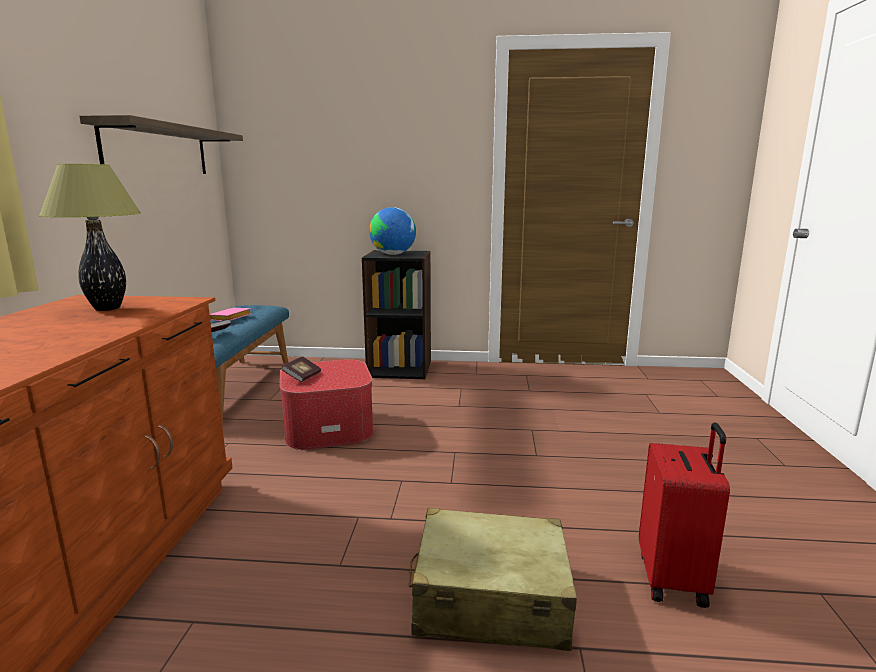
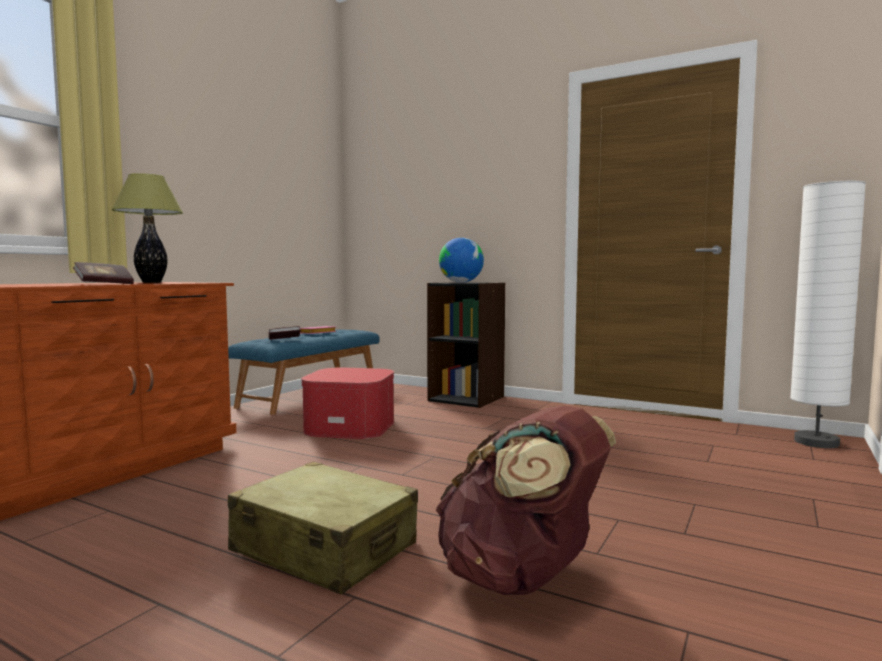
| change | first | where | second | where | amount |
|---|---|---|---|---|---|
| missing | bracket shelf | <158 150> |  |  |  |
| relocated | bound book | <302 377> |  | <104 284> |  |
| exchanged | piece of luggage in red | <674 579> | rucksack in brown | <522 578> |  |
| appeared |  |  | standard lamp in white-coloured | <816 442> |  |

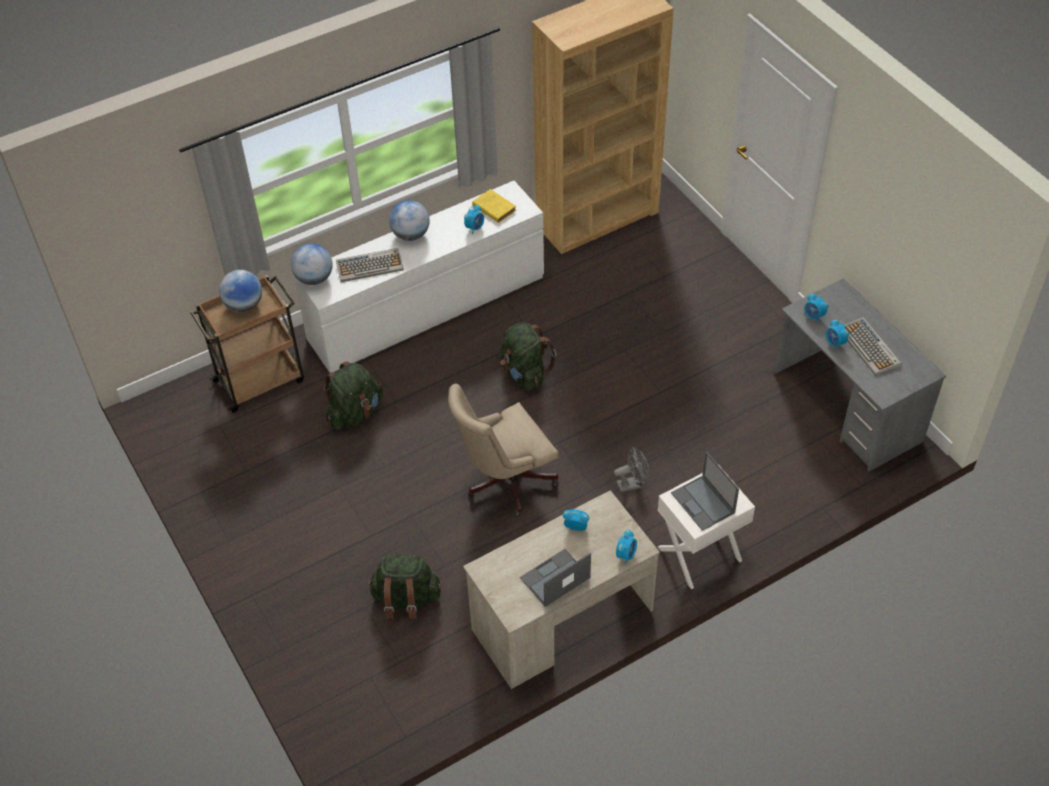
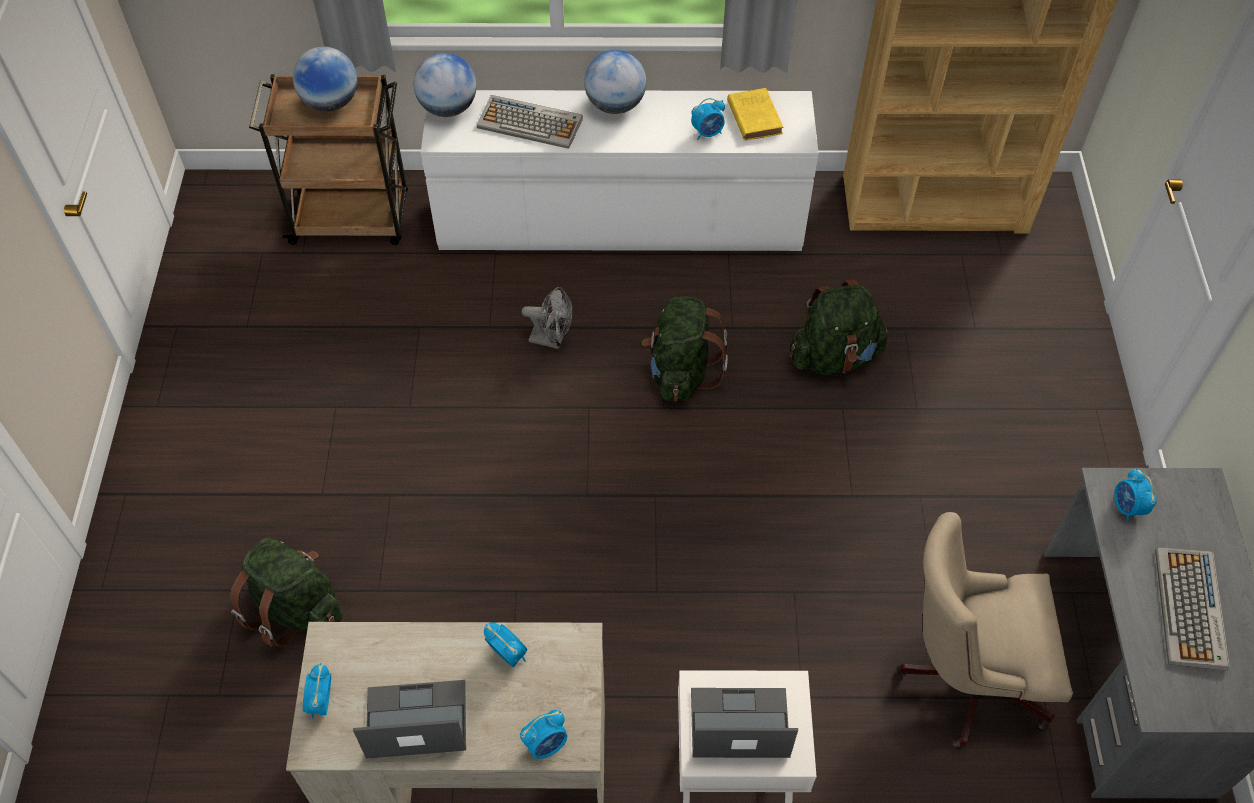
| change | first | where | second | where | amount |
|---|---|---|---|---|---|
| relocated | bedside clock | <835 343> |  | <321 702> |  |
| relocated | rucksack in greenish | <355 413> |  | <834 356> |  |
| relocated | computer chair in beige-coloured | <504 481> |  | <964 677> |  |
| relocated | fan in greyish | <632 484> |  | <552 339> |  |
| spun | notebook computer | <703 503> |  | <738 724> | 90 degrees clockwise |

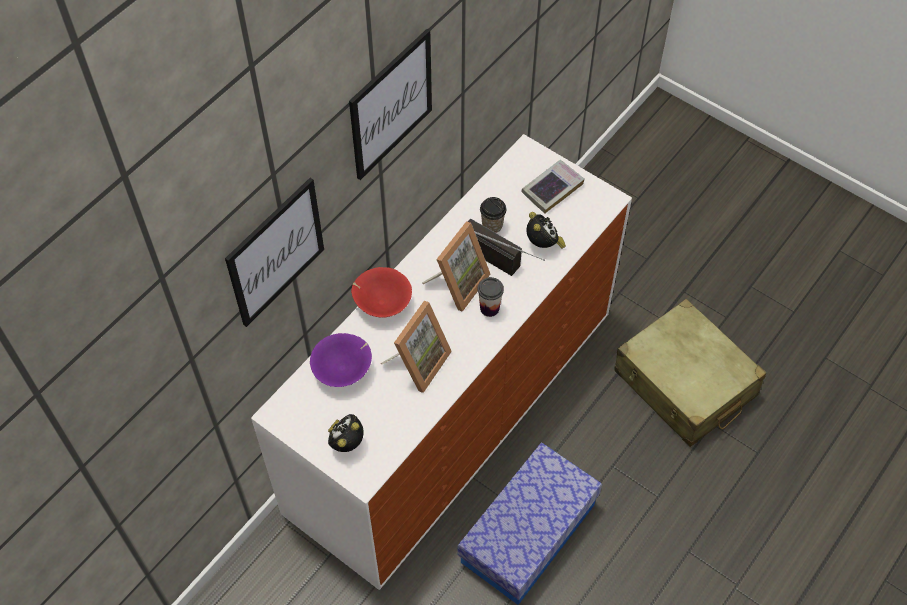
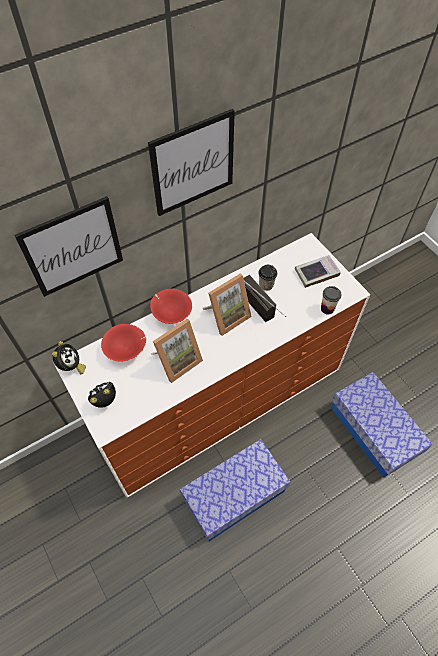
| change | first | where | second | where | amount |
|---|---|---|---|---|---|
| relocated | bedside clock | <543 244> |  | <71 366> |  |
| relocated | small cup | <489 308> |  | <327 308> |  |
| exchanged | piece of luggage in beige-coloured | <684 384> | storage container | <374 430> |  |
| colour | deep dish in purple | <343 370> | deep dish in red | <126 350> |  |

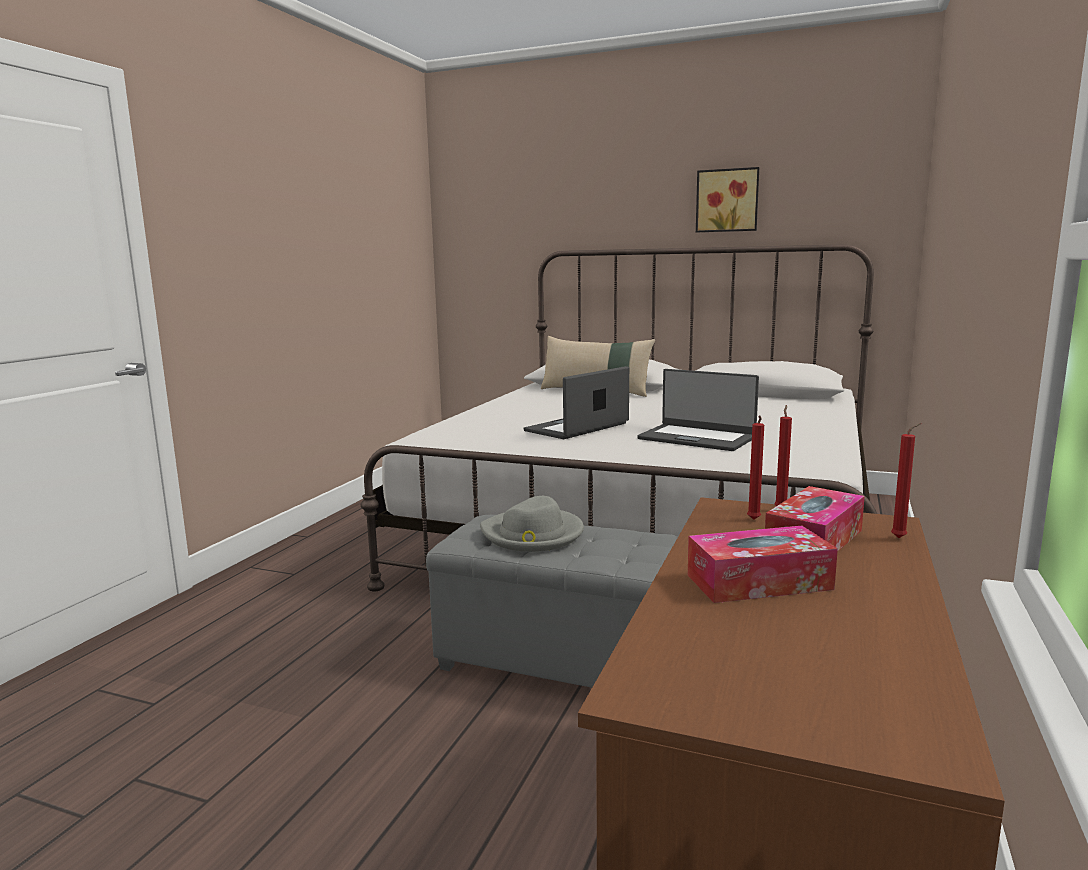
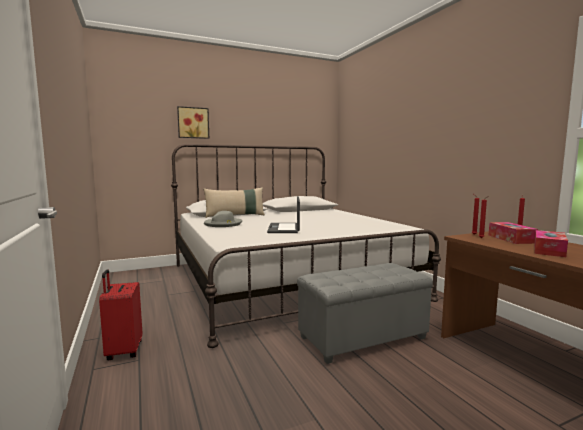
| change | first | where | second | where | amount |
|---|---|---|---|---|---|
| relocated | picture | <727 200> |  | <193 123> |  |
| missing | notebook computer | <697 438> |  |  |  |
| relocated | hat in greyish | <532 535> |  | <223 224> |  |
| appeared |  |  | piece of luggage in red | <123 351> |  |

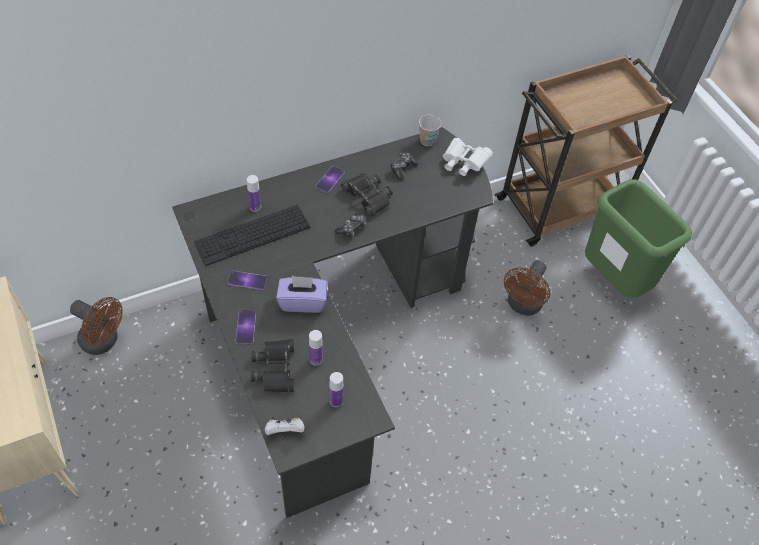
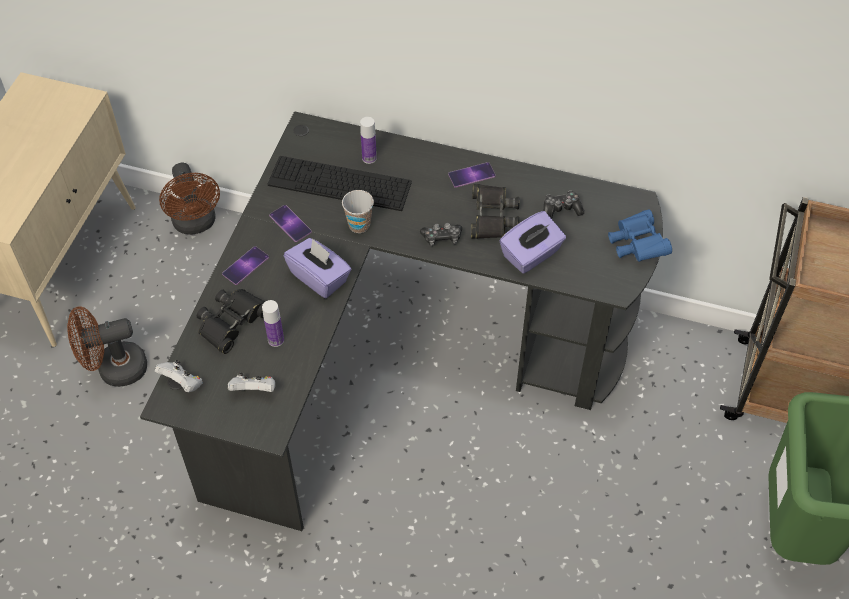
| change | first | where | second | where | amount |
|---|---|---|---|---|---|
| relocated | small cup | <427 141> |  | <359 225> |  |
| colour | field glasses in white-coloured | <463 163> | field glasses in bluish | <636 245> |  |
| relocated | fan in brown | <522 306> |  | <114 369> |  |
| exchanged | drink bottle | <336 401> | gamepad in white-coloured | <254 390> |  |
| appeared |  |  | tissue holder in purple | <531 255> |  |

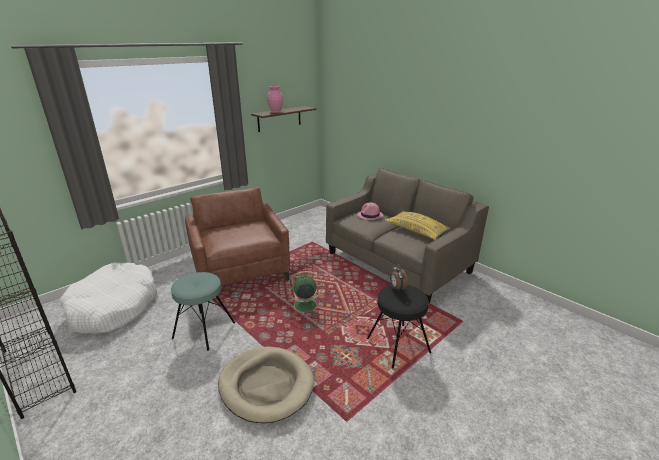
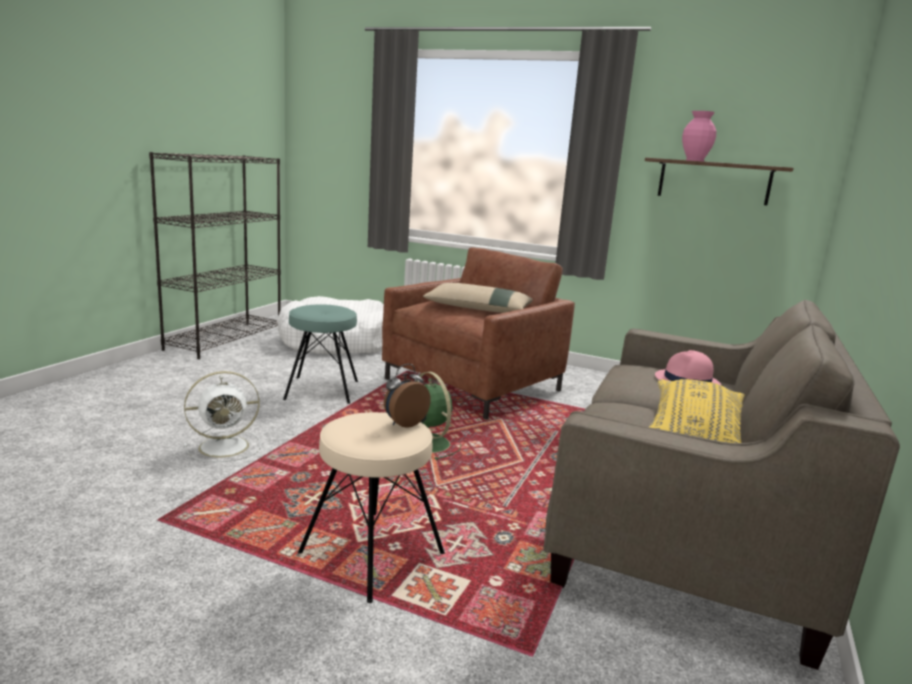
| change | first | where | second | where | amount |
|---|---|---|---|---|---|
| colour | sitting stool in blackish | <398 345> | sitting stool in beige-coloured | <371 553> |  |
| exchanged | dog cushion in beige-coloured | <266 385> | fan in white-coloured | <226 446> |  |
| appeared |  |  | pillow in beige-coloured | <478 309> |  |

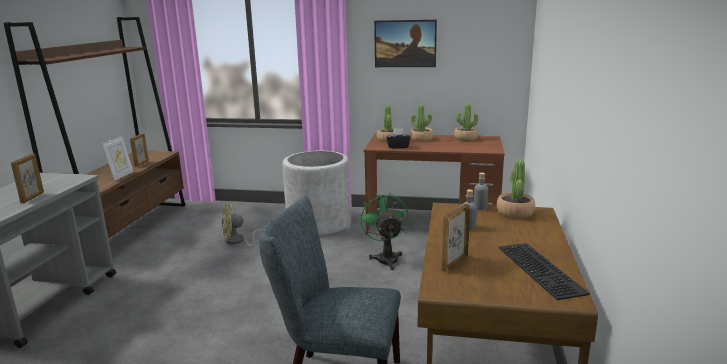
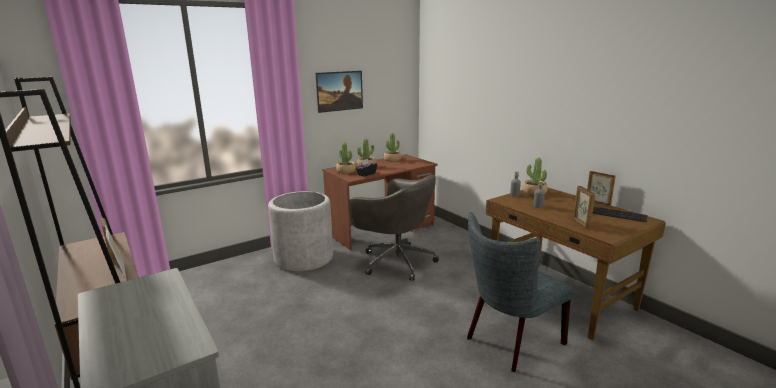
| change | first | where | second | where | amount |
|---|---|---|---|---|---|
| relocated | standing frame | <33 197> |  | <598 204> |  |
| exchanged | fan in greenish | <386 258> | computer chair in greyish | <396 261> |  |
| missing | fan in yellowish | <237 242> |  |  |  |

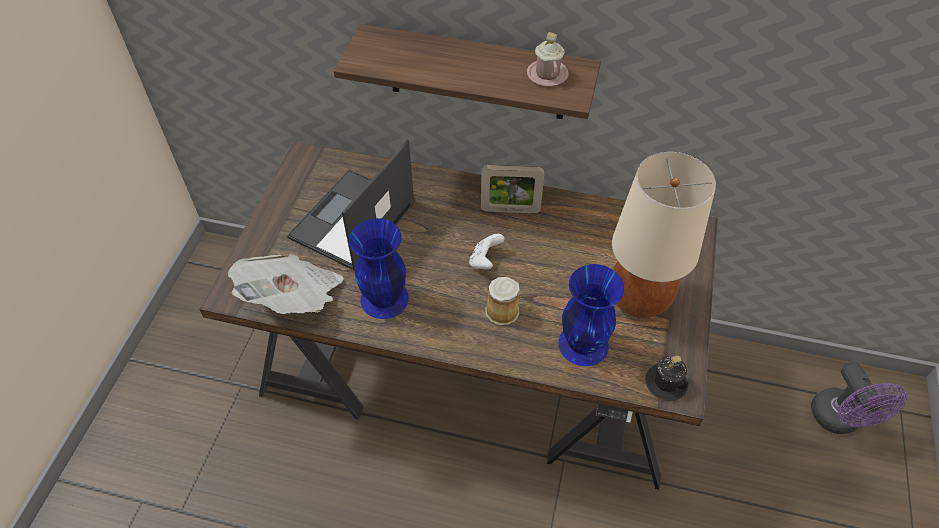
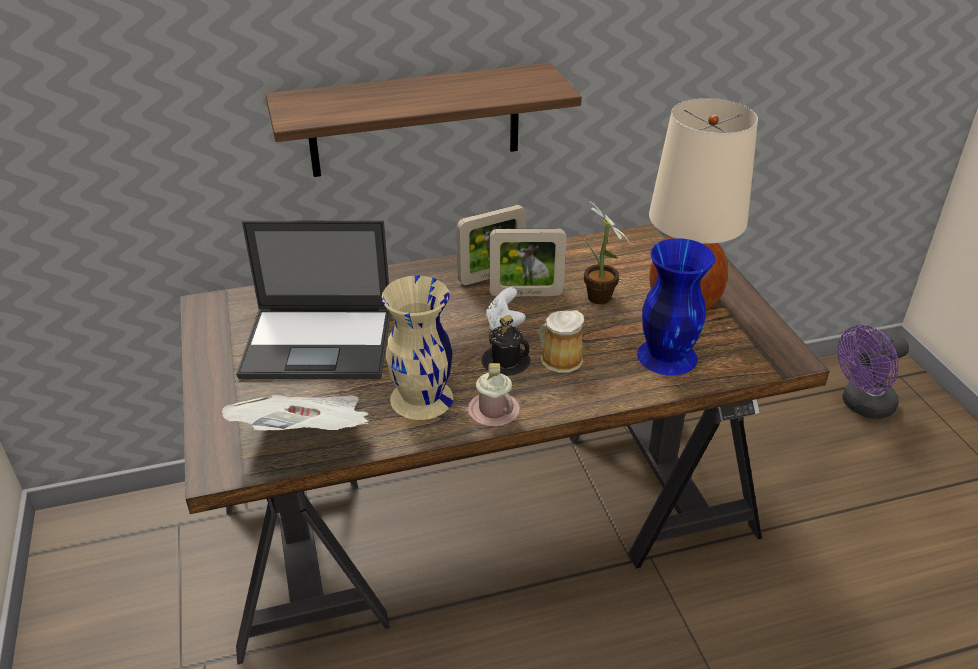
| change | first | where | second | where | amount |
|---|---|---|---|---|---|
| relocated | coffee mug in pink-coloured | <547 74> |  | <493 411> |  |
| spun | notebook computer | <352 221> |  | <320 343> | 90 degrees counterclockwise |
| colour | decorative vase in bluish | <383 299> | decorative vase in beige-coloured | <421 399> |  |
| relocated | coffee mug in blackish | <666 383> |  | <505 362> |  |
| spun | fan in purple | <839 421> |  | <862 405> | 105 degrees clockwise |
| appeared |  |  | potted plant | <599 300> |  |
| appeared |  |  | standing frame | <526 294> |  |

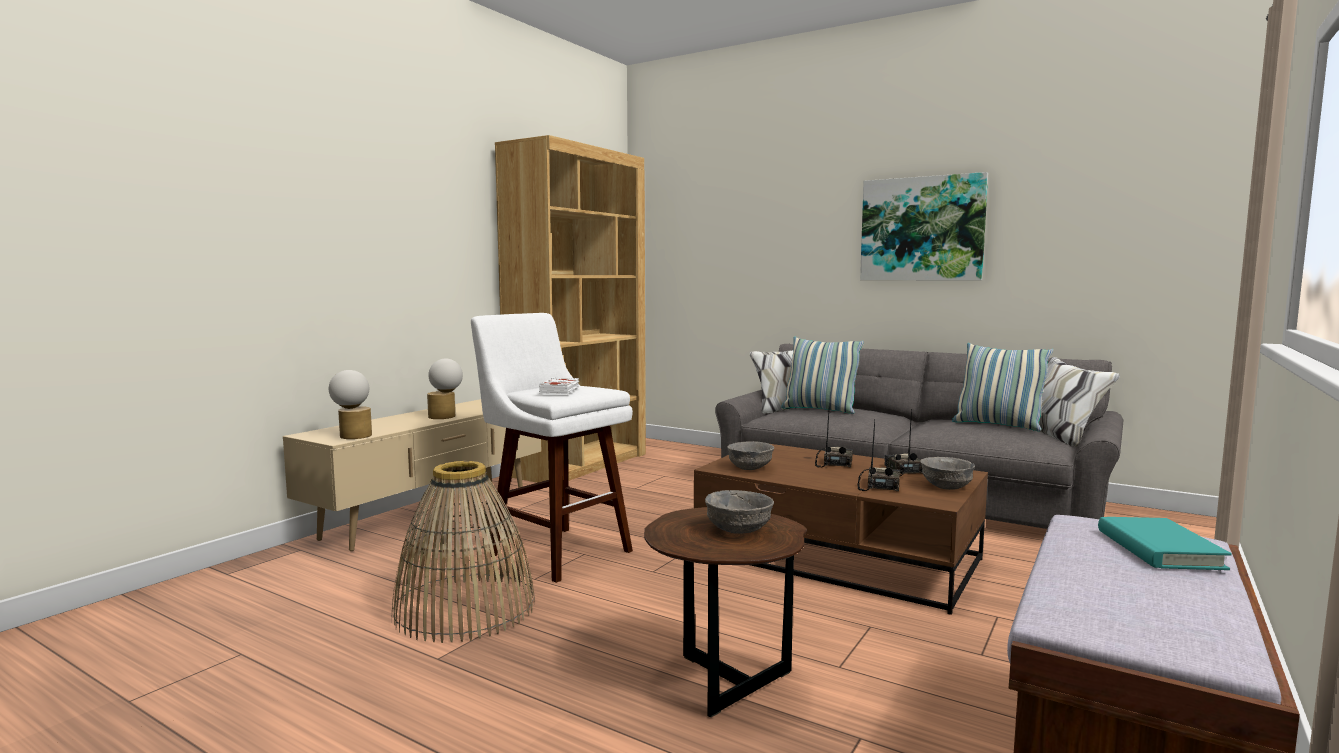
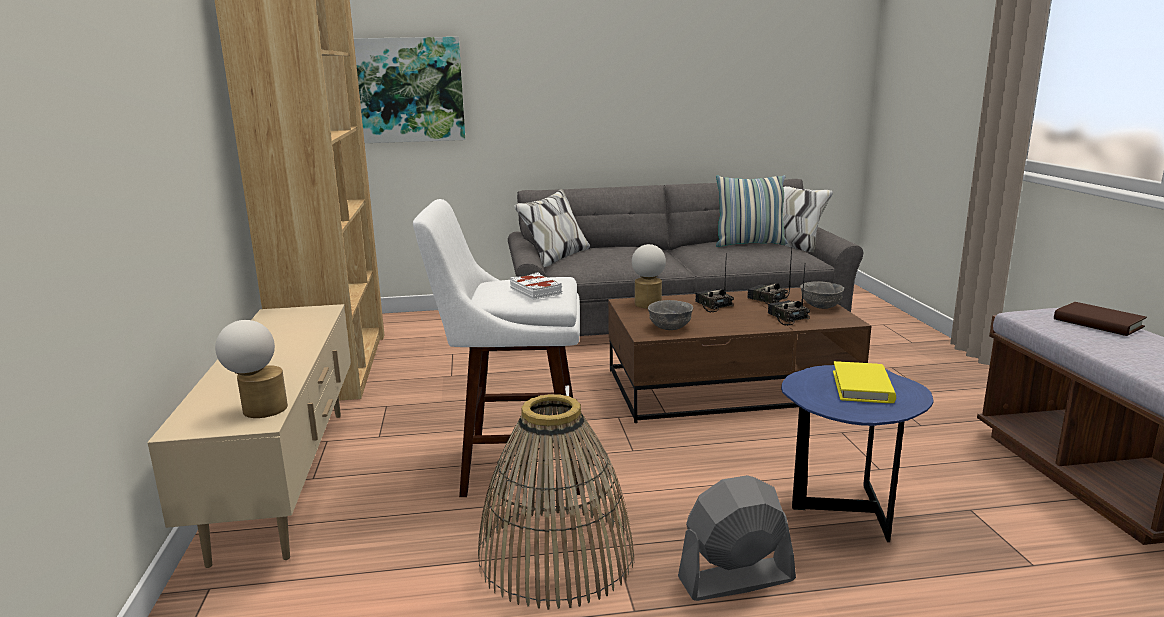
| change | first | where | second | where | amount |
|---|---|---|---|---|---|
| relocated | picture | <922 229> |  | <403 90> |  |
| missing | pillow | <820 410> |  |  |  |
| relocated | tabletop lamp | <446 416> |  | <648 303> |  |
| exchanged | deep dish in greyish | <737 531> | bound book in yellowish | <862 387> |  |
| colour | end table in brown | <723 679> | end table in bluish | <844 512> |  |
| colour | bound book in blue-green | <1158 549> | bound book in brown | <1098 323> |  |
| appeared |  |  | fan in greyish | <735 579> |  |

